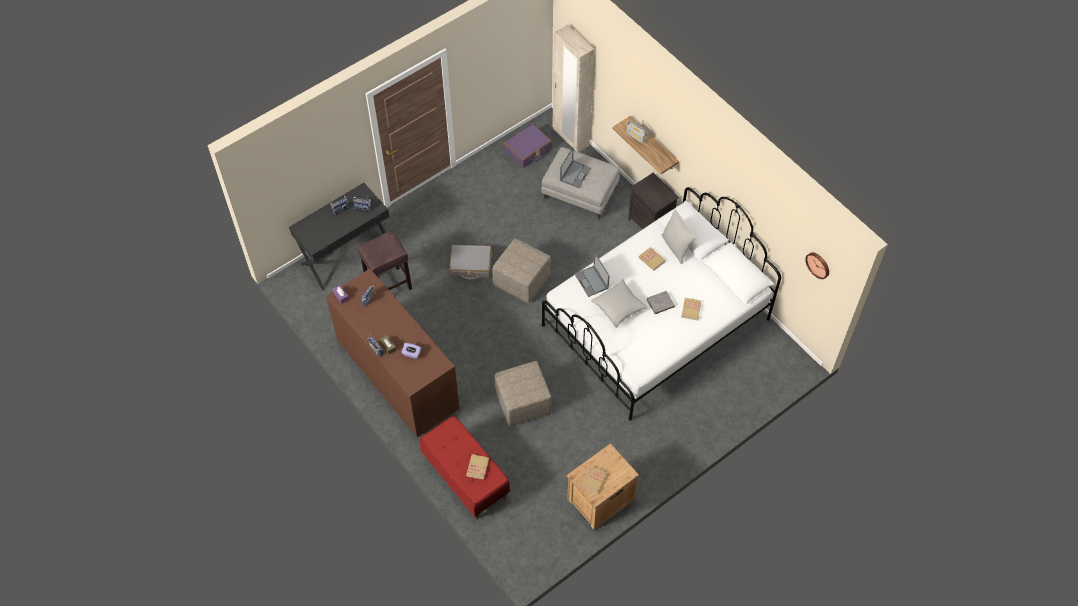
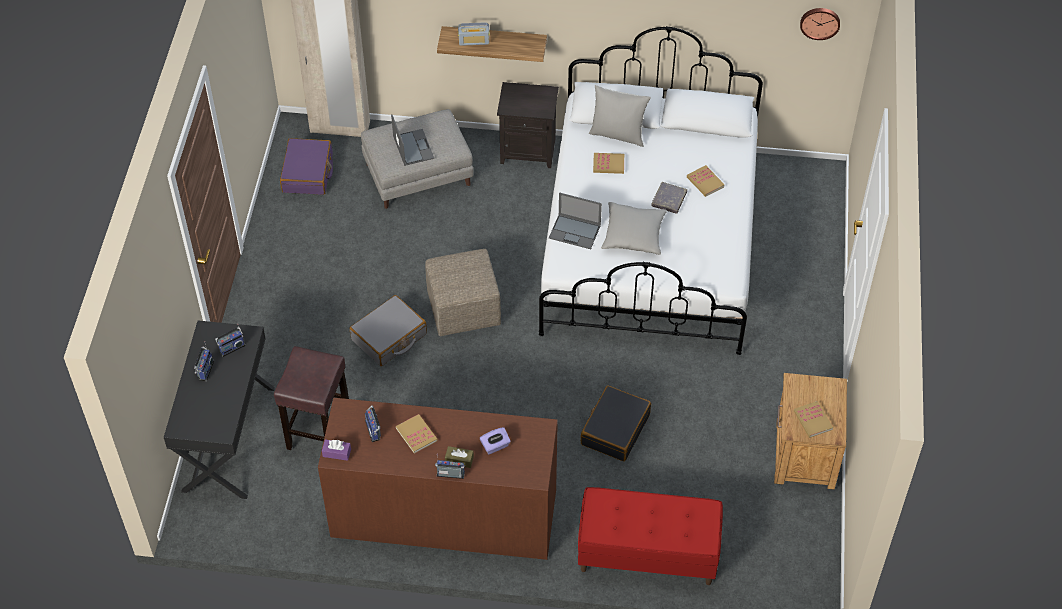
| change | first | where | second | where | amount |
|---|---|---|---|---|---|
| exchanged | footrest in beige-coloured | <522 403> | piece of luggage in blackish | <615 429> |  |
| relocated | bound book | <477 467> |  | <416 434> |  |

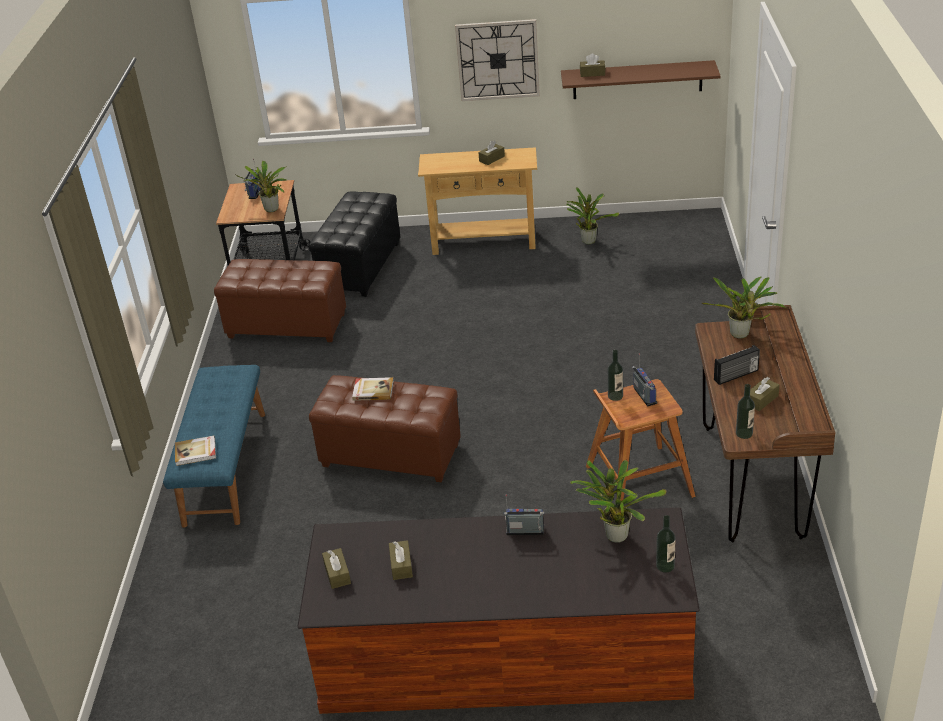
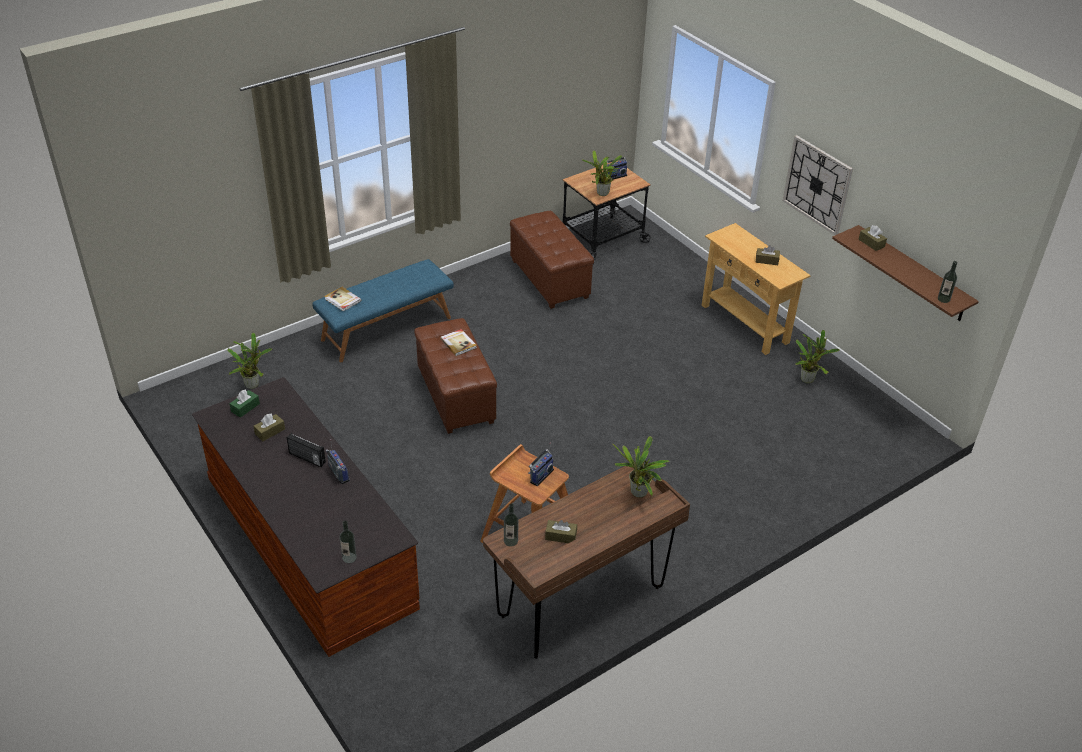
| change | first | where | second | where | amount |
|---|---|---|---|---|---|
| missing | footrest in blackish | <360 268> |  |  |  |
| relocated | radio | <736 375> |  | <306 458> |  |
| relocated | drink bottle | <615 396> |  | <943 299> |  |
| relocated | potted plant | <614 534> |  | <253 384> |  |
| colour | tissue holder in brown | <337 574> | tissue holder in greenish | <245 407> |  |

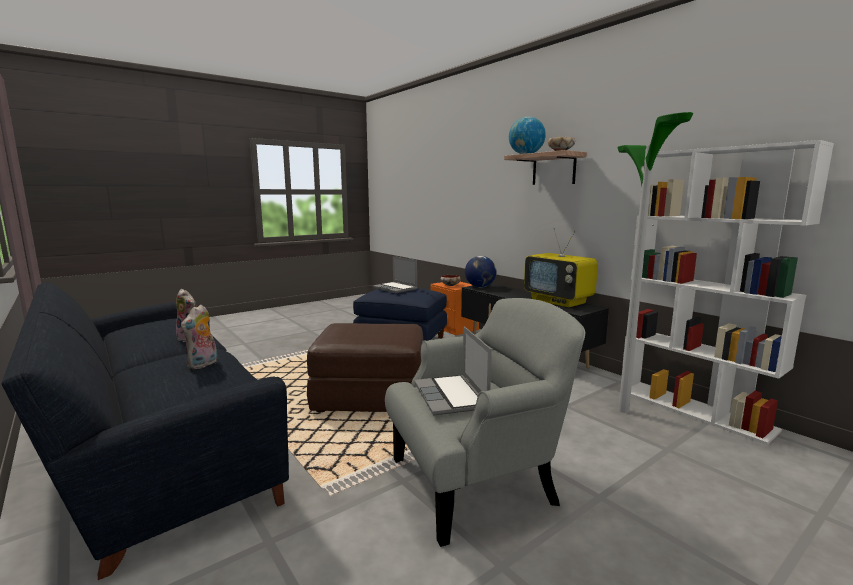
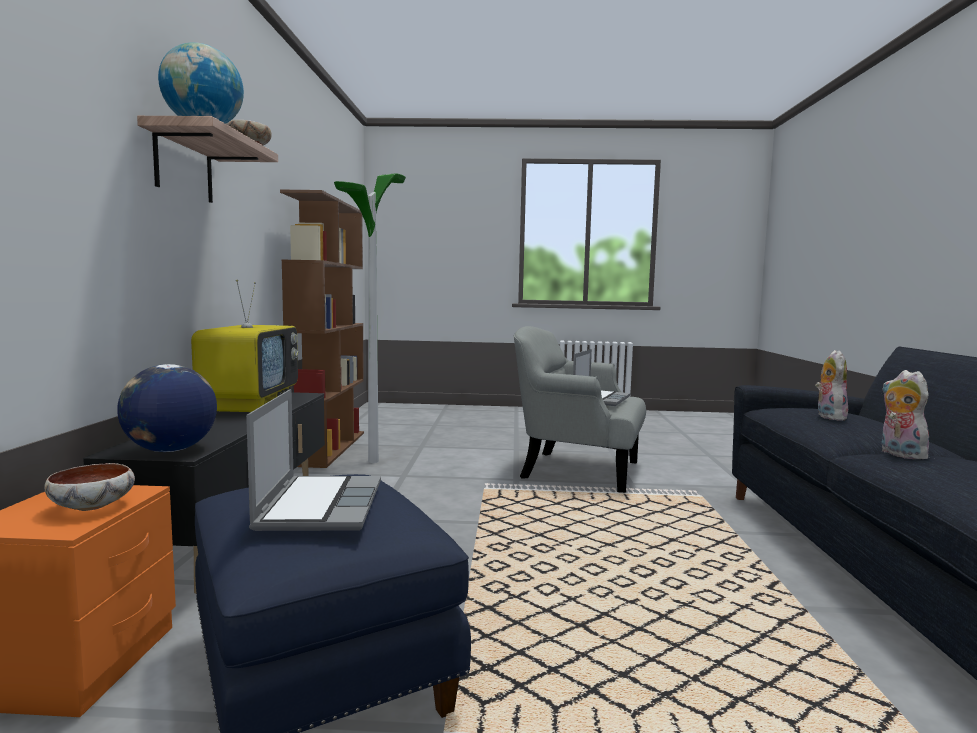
| change | first | where | second | where | amount |
|---|---|---|---|---|---|
| colour | bookshelf in white-coloured | <694 410> | bookshelf in brown | <328 448> |  |
| spun | plush toy | <203 364> |  | <828 416> | 45 degrees counterclockwise |
| missing | footrest in brown | <371 396> |  |  |  |

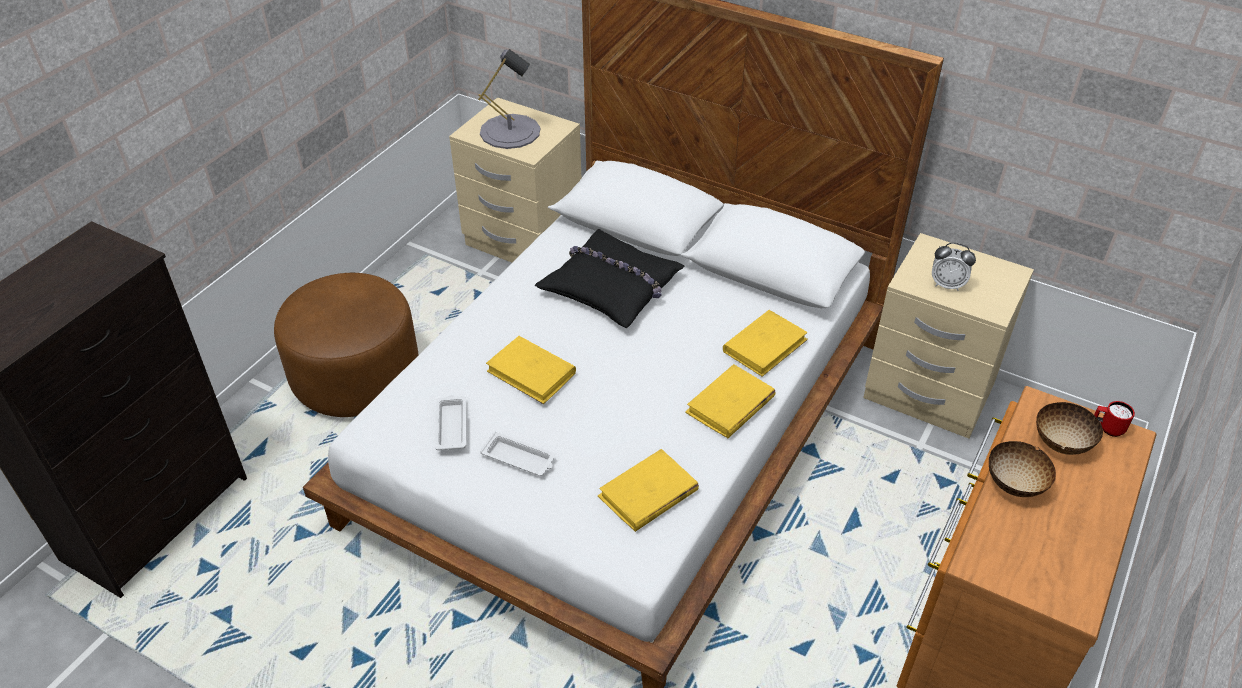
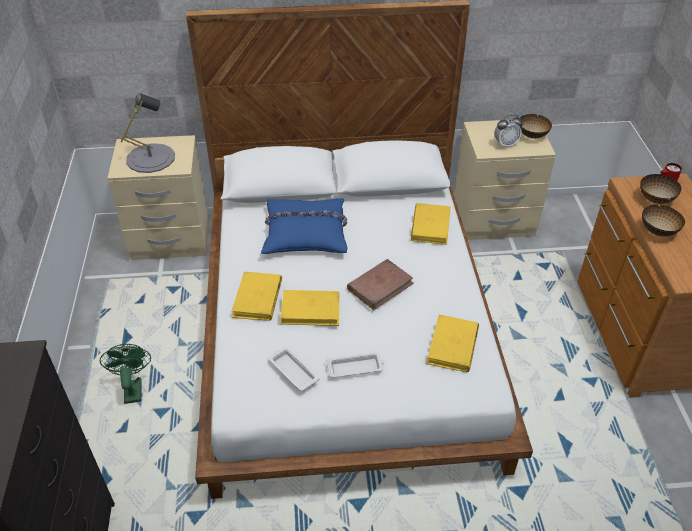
| change | first | where | second | where | amount |
|---|---|---|---|---|---|
| colour | pillow in blackish | <612 287> | pillow in bluish | <305 233> |  |
| exchanged | footrest in brown | <356 377> | fan in greenish | <132 388> |  |
| relocated | bound book in yellowish | <730 405> |  | <257 299> |  |
| appeared |  |  | deep dish | <532 136> |  |
| appeared |  |  | bound book in brown | <380 286> |  |

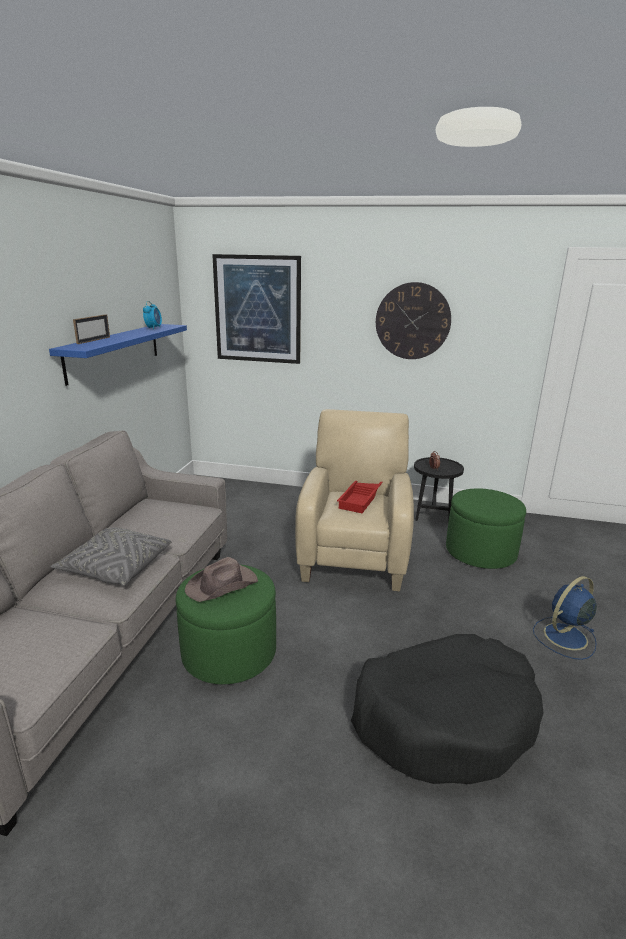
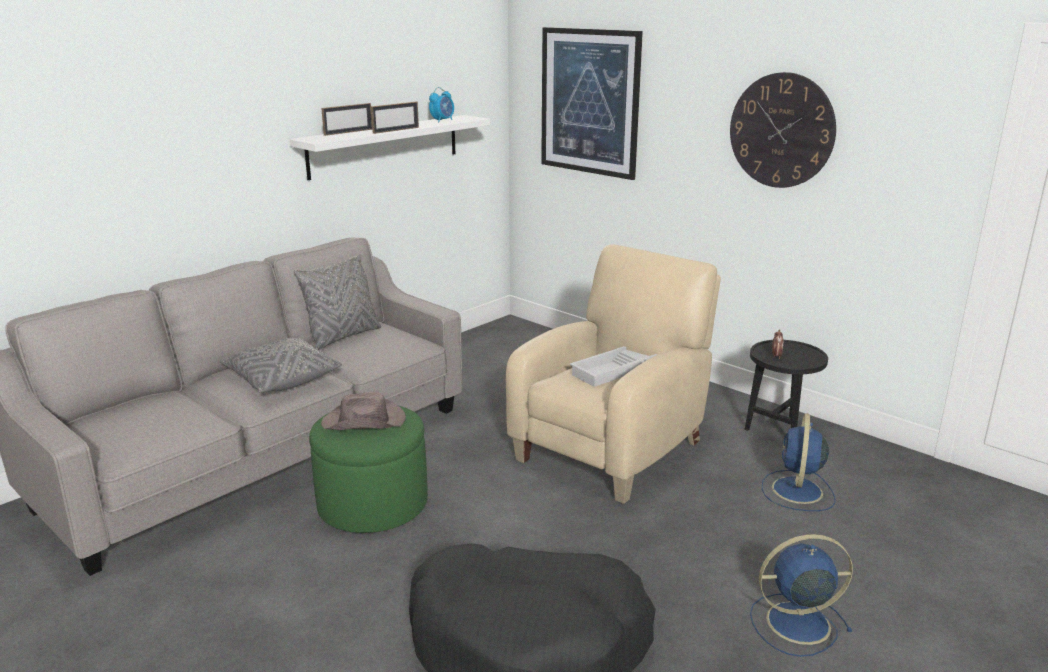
| change | first | where | second | where | amount |
|---|---|---|---|---|---|
| colour | bracket shelf in bluish | <114 351> | bracket shelf in white-coloured | <385 146> |  |
| colour | tray in red | <361 498> | tray in white-coloured | <615 370> |  |
| exchanged | footrest in greenish | <480 552> | fan in bluish | <797 491> |  |
| appeared |  |  | standing frame | <396 130> |  |
| appeared |  |  | pillow in greyish | <343 337> |  |

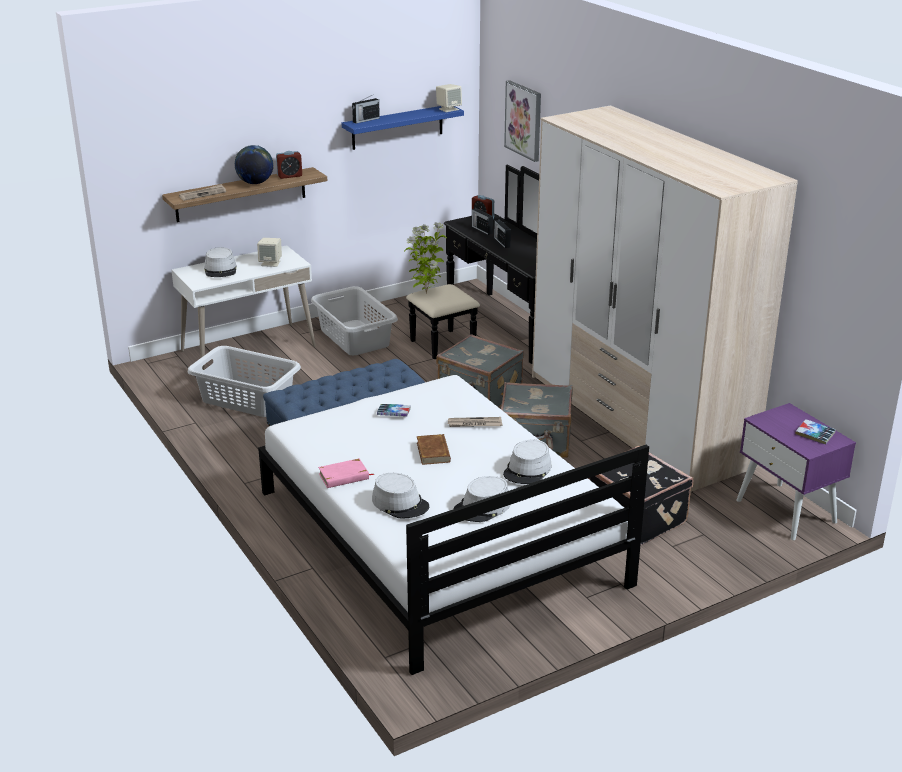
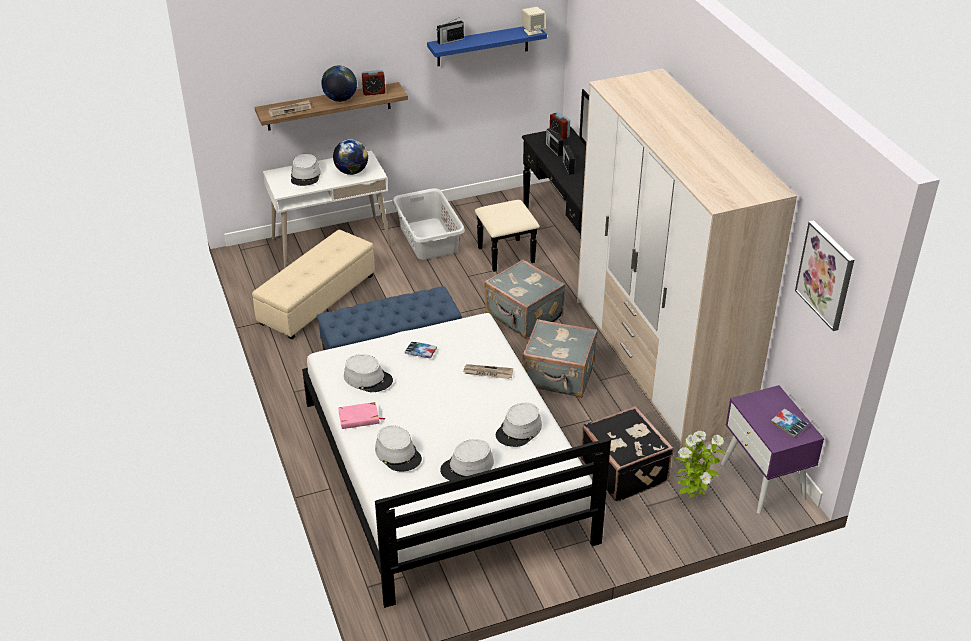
| change | first | where | second | where | amount |
|---|---|---|---|---|---|
| relocated | picture | <524 120> |  | <825 275> |  |
| relocated | potted plant | <426 293> |  | <693 497> |  |
| exchanged | loudspeaker in beige-coloured | <271 263> | globe | <352 172> |  |
| exchanged | laundry basket in greyish | <247 399> | footrest in beige-coloured | <317 299> |  |
| missing | bound book in brown | <433 452> |  |  |  |
| appeared |  |  | hat in greyish | <368 378> |  |

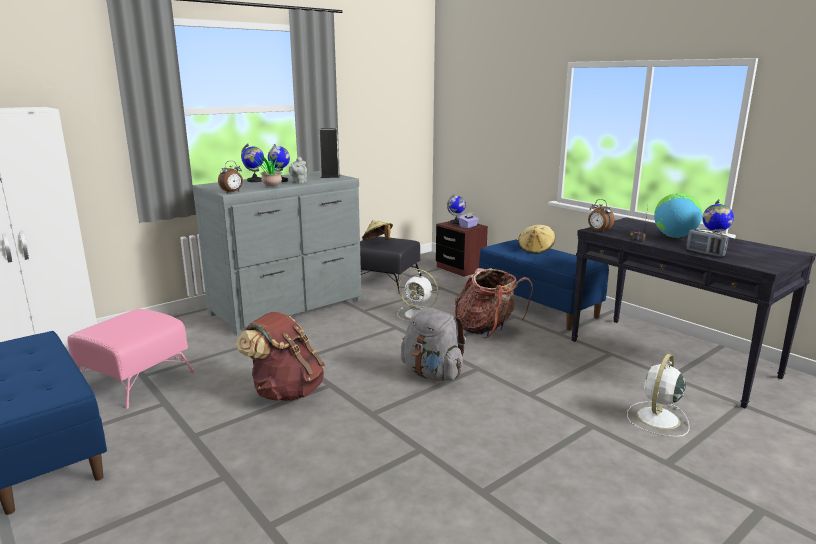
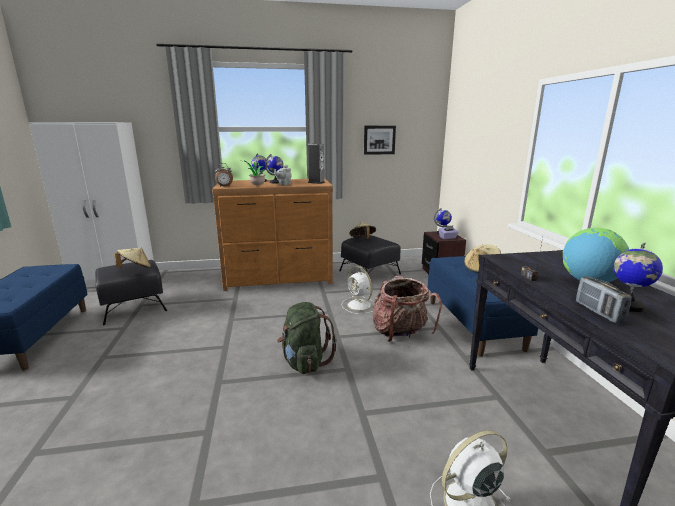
| change | first | where | second | where | amount |
|---|---|---|---|---|---|
| colour | chest of drawers in greyish | <288 307> | chest of drawers in brown | <279 278> |  |
| missing | bedside clock | <598 231> |  |  |  |
| colour | rucksack in greyish | <432 374> | rucksack in greenish | <304 362> |  |
| colour | footrest in pink-coloured | <136 379> | footrest in blackish | <134 306> |  |
| missing | rucksack in brown | <286 392> |  |  |  |
| appeared |  |  | picture | <379 140> |  |
| appeared |  |  | hat in beige-coloured | <135 269> |  |

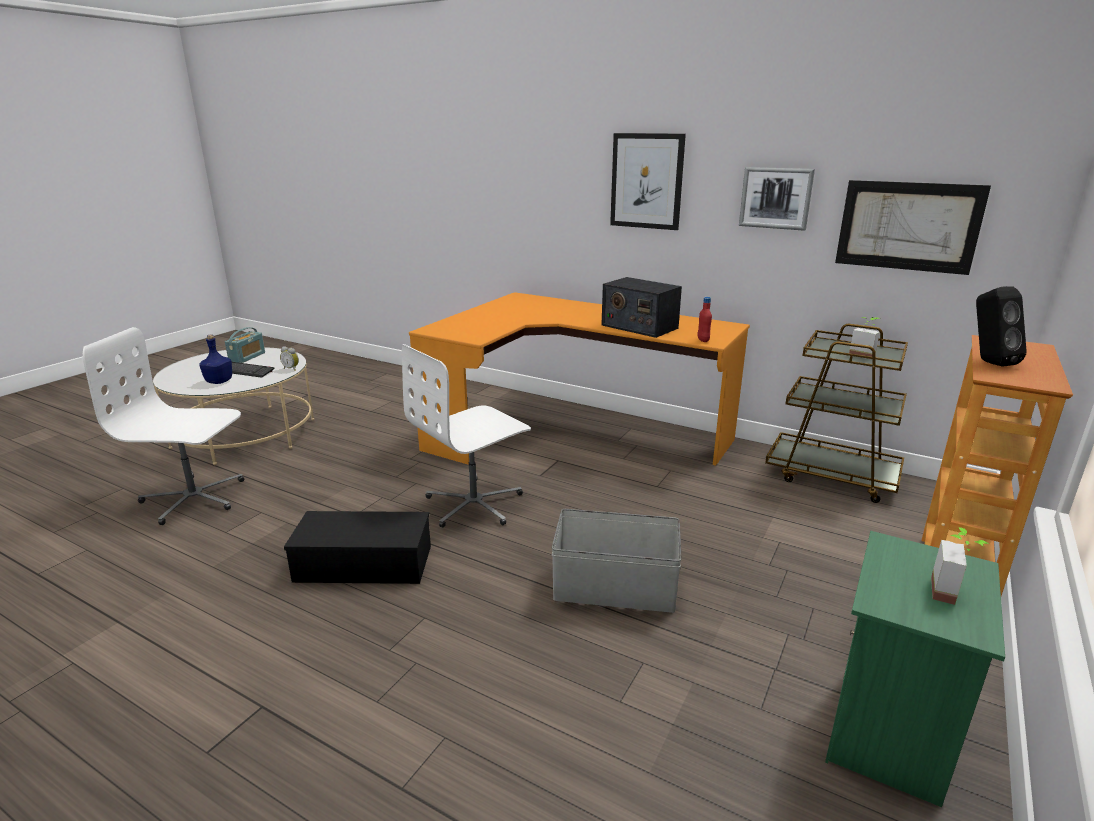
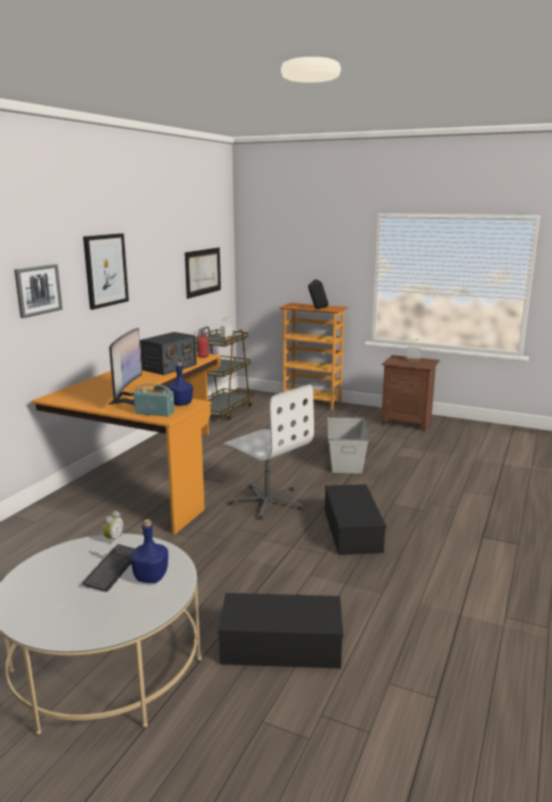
| change | first | where | second | where | amount |
|---|---|---|---|---|---|
| relocated | picture | <775 198> |  | <38 290> |  |
| exchanged | computer chair in white-coloured | <194 498> | storage container in blackish | <279 646> |  |
| relocated | radio | <247 357> |  | <154 412> |  |
| colour | nightstand in greenish | <890 736> | nightstand in brown | <407 422> |  |
| appeared |  |  | monitor | <127 398> |  |
| appeared |  |  | drink bottle in bluish | <181 404> |  |

